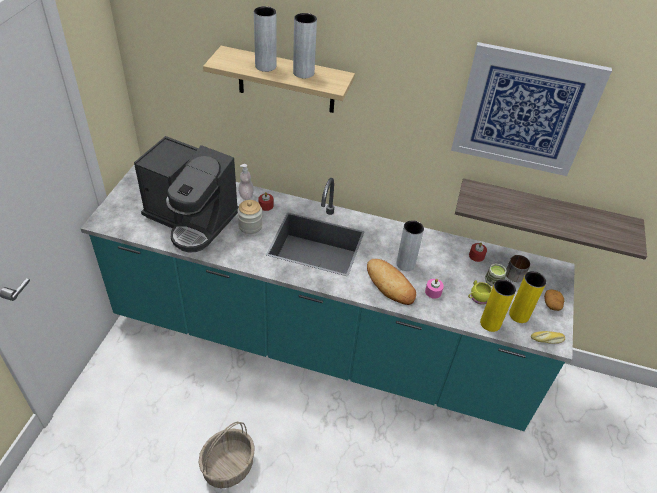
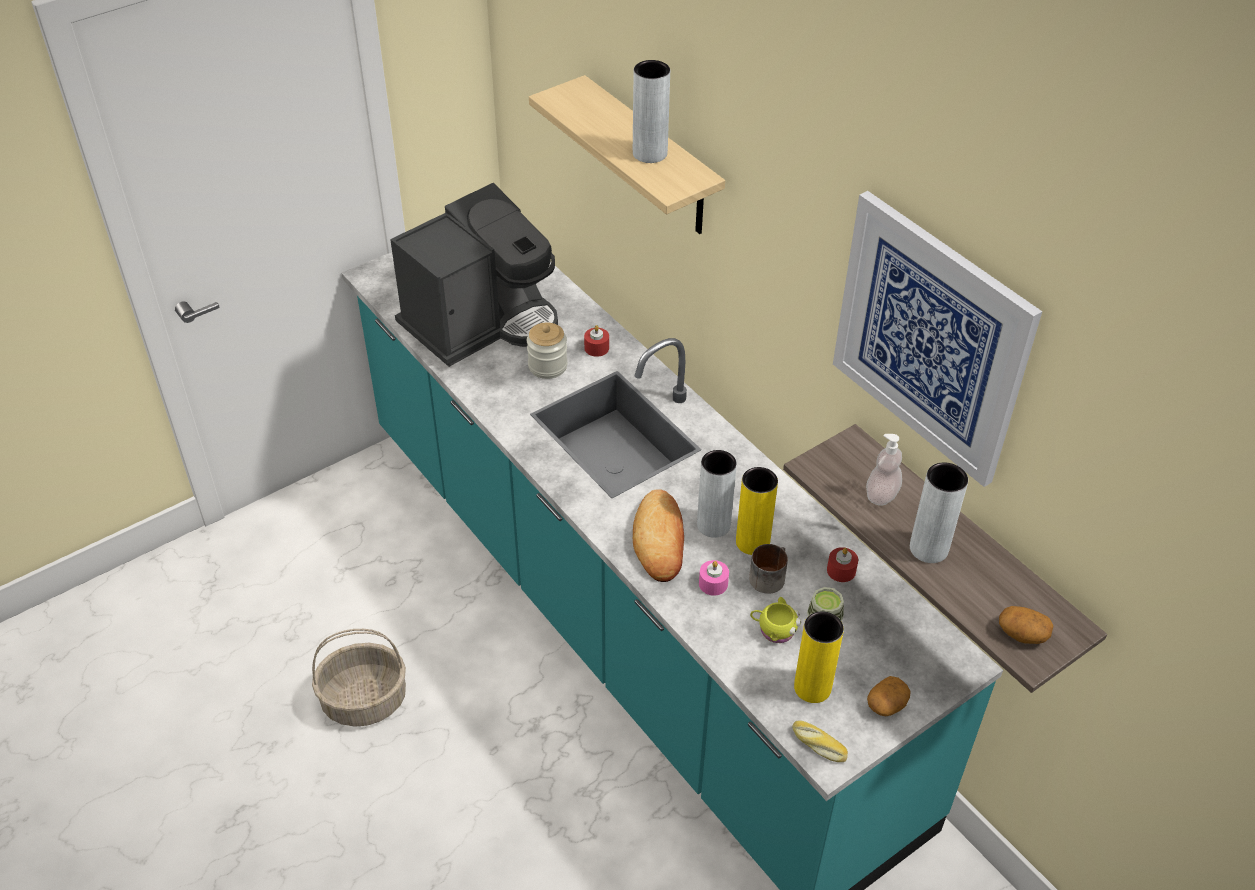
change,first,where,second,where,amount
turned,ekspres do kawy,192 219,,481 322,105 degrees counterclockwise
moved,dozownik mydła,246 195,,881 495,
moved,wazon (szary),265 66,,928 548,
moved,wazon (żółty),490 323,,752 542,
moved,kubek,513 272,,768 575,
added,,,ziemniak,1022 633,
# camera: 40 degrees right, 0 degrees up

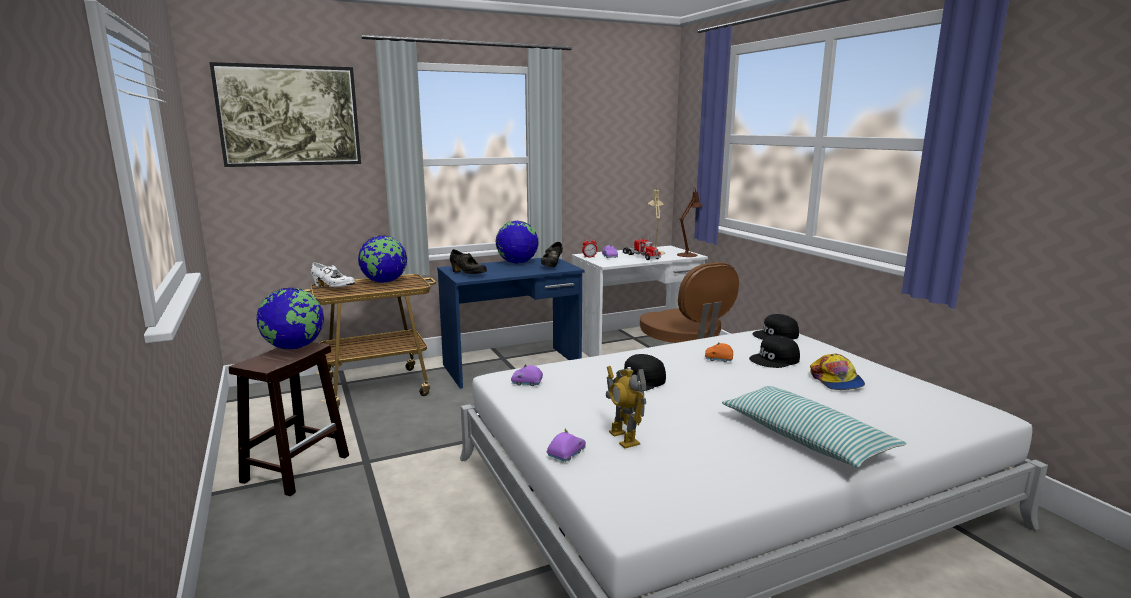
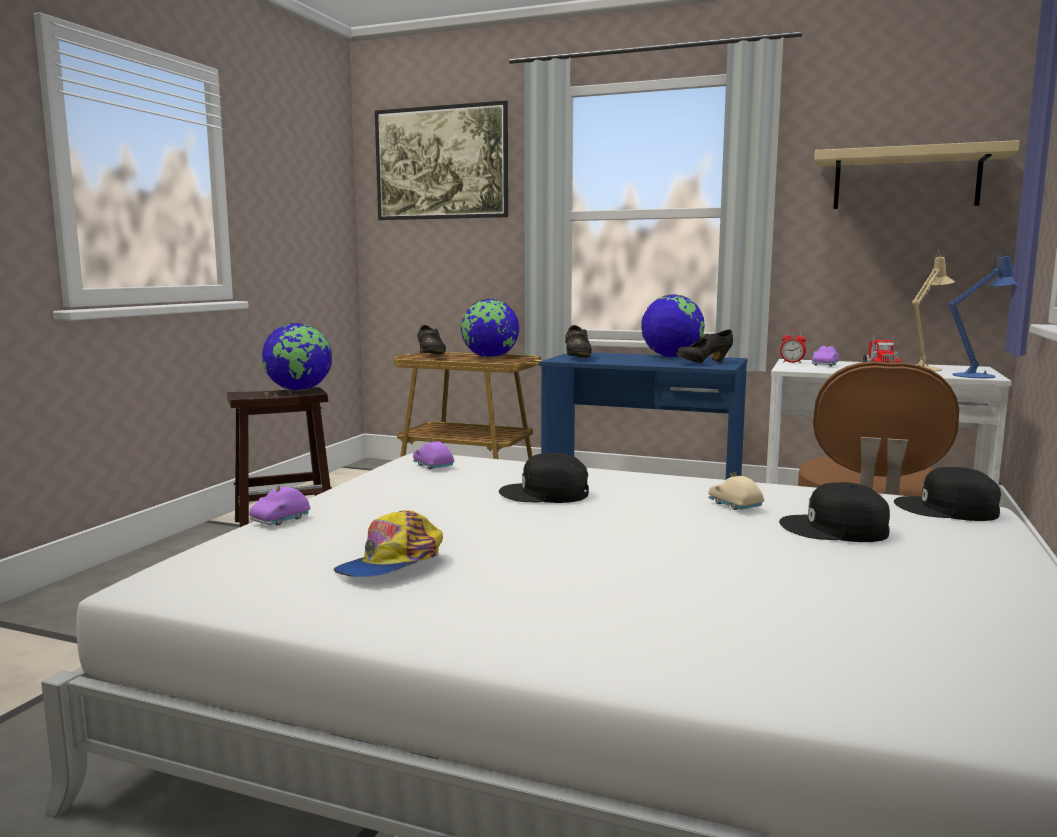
change,first,where,second,where,amount
recoloured,but (biały),333 288,but (czarny),431 355,
turned,samochodzik (fioletowy),565 453,,281 520,135 degrees clockwise
removed,robot zabawkowy,623 438,,,
recoloured,lampa stołowa (brązowy),688 254,lampa stołowa (niebieski),979 375,
recoloured,samochodzik (pomarańczowy),718 359,samochodzik (beżowy),734 505,
removed,poduszka,805 438,,,
moved,czapka z daszkiem,836 381,,391 565,
added,,,półka (beżowy),906 180,
# camera: 45 degrees right, 5 degrees down

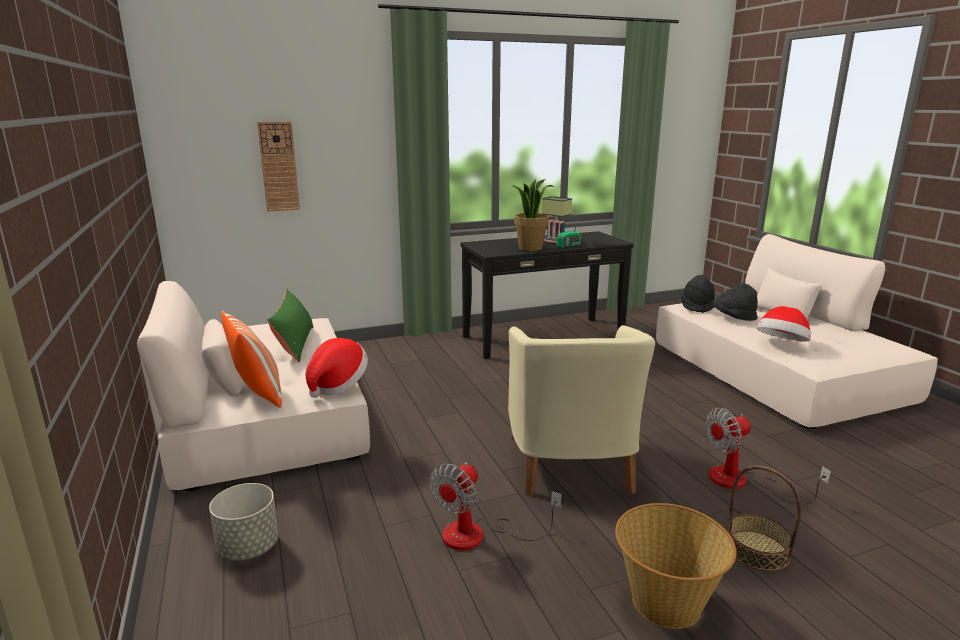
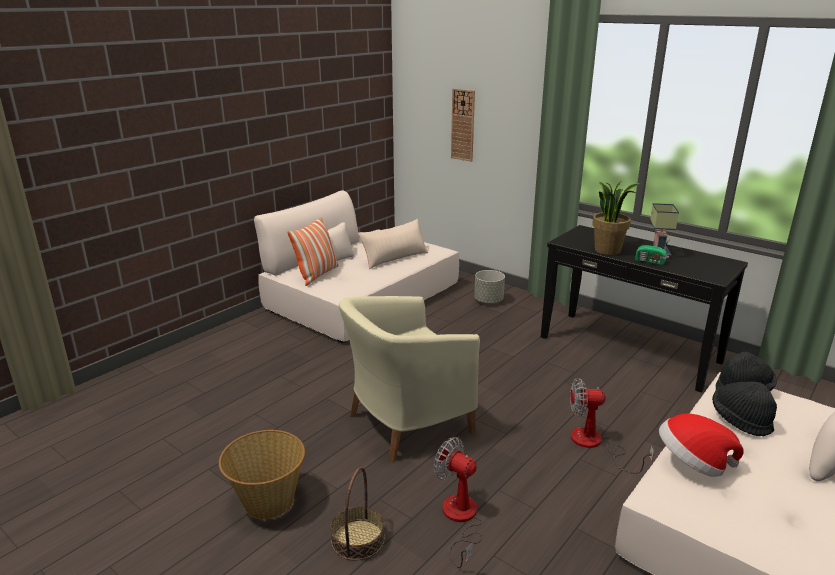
change,first,where,second,where,amount
moved,donica (szary),248 548,,488 301,
recoloured,poduszka (zielony),294 344,poduszka (beżowy),394 258,
removed,kapelusz,337 384,,,
moved,wentylator,478 535,,595 444,
# camera: 60 degrees right, 5 degrees up

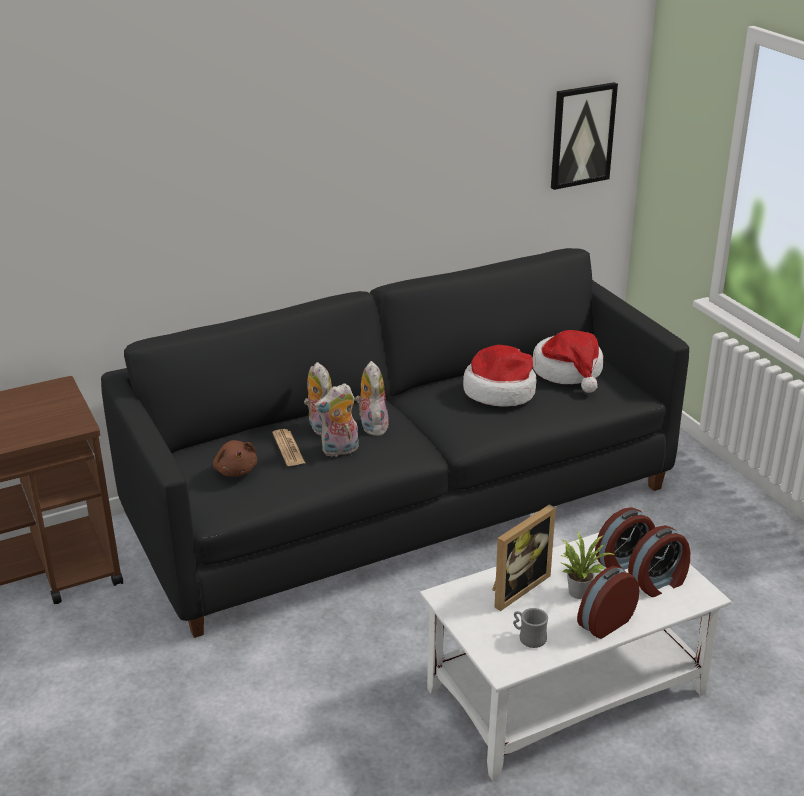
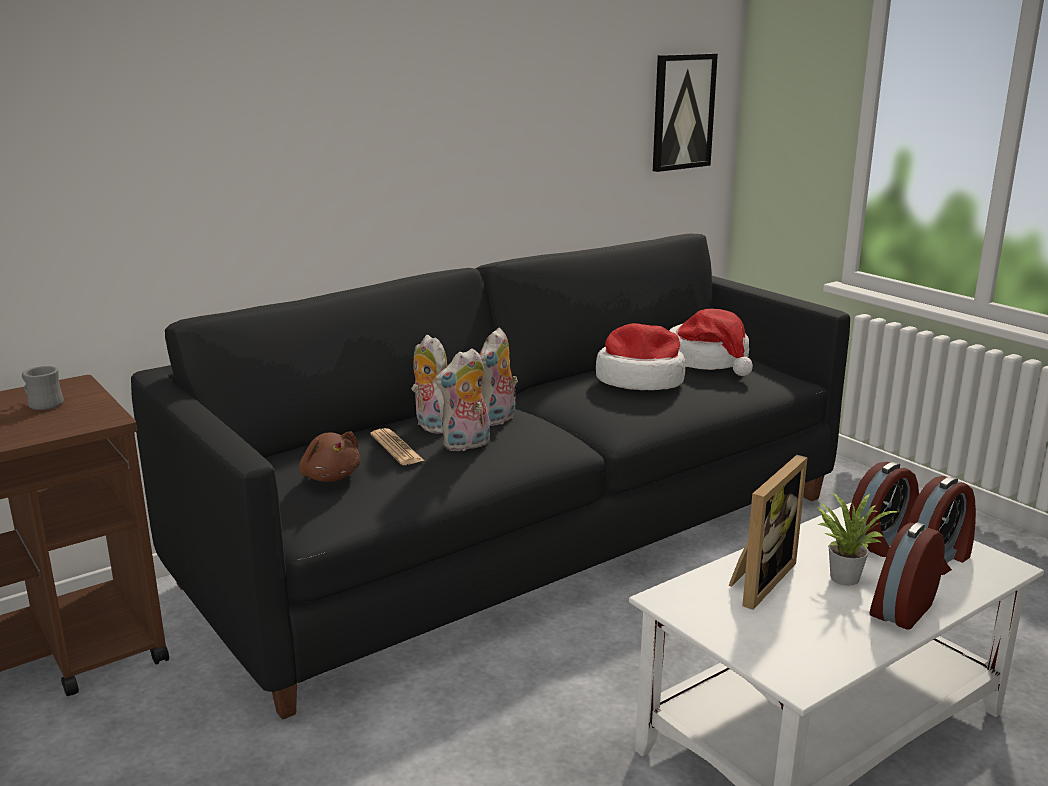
change,first,where,second,where,amount
turned,pluszak,371 426,,497 420,135 degrees counterclockwise
moved,kubek (szary),528 637,,42 404,
# camera: 10 degrees left, 10 degrees down

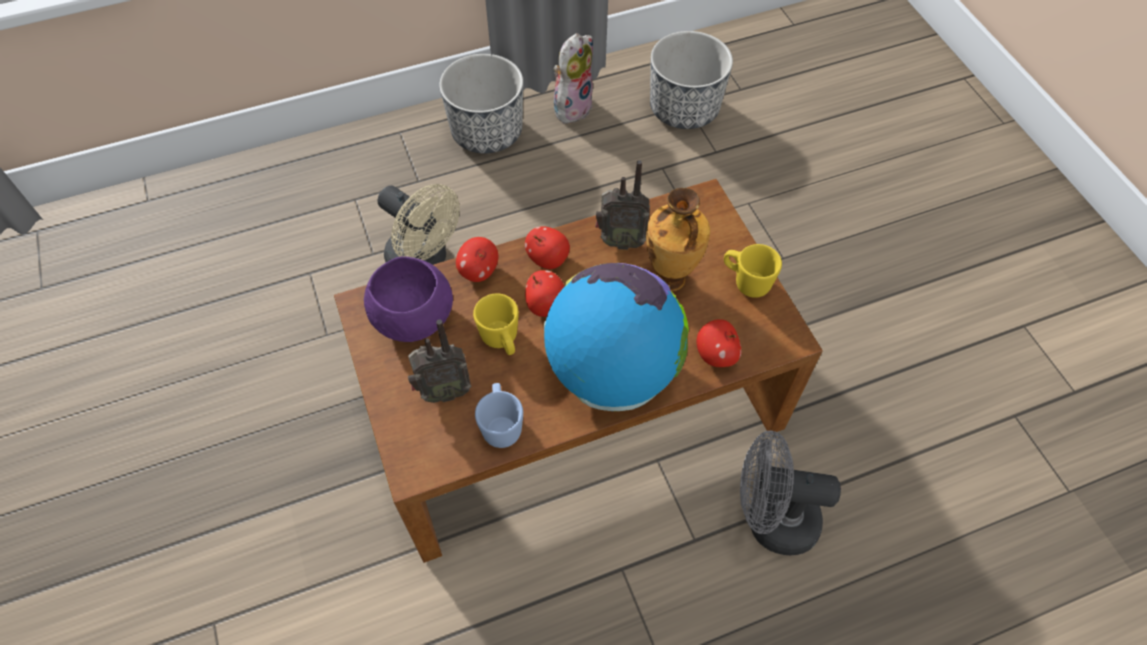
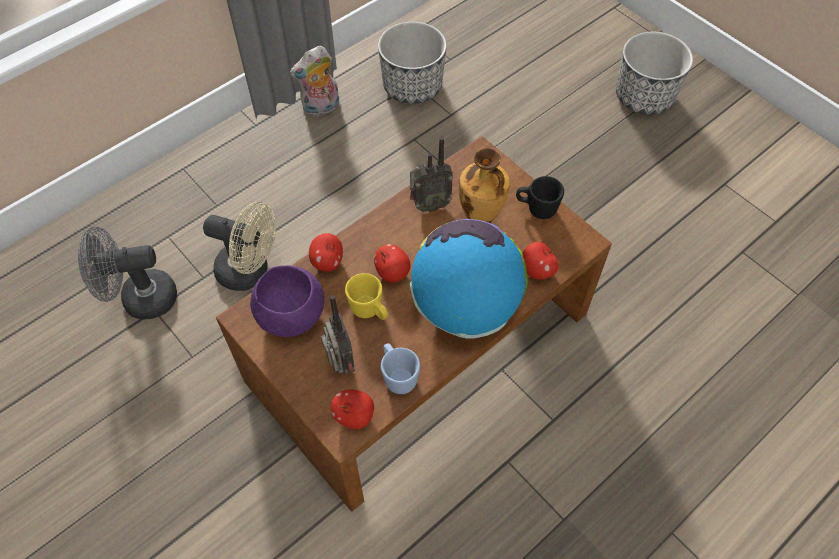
change,first,where,second,where,amount
turned,radio,443 391,,340 365,75 degrees counterclockwise
moved,donica,487 132,,644 96,
moved,jabłko,548 259,,354 416,
turned,pluszak,572 106,,321 108,135 degrees counterclockwise
recoloured,kubek (żółty),746 282,kubek (czarny),536 208,
moved,wentylator (szary),770 519,,140 299,
# camera: 20 degrees left, 0 degrees up

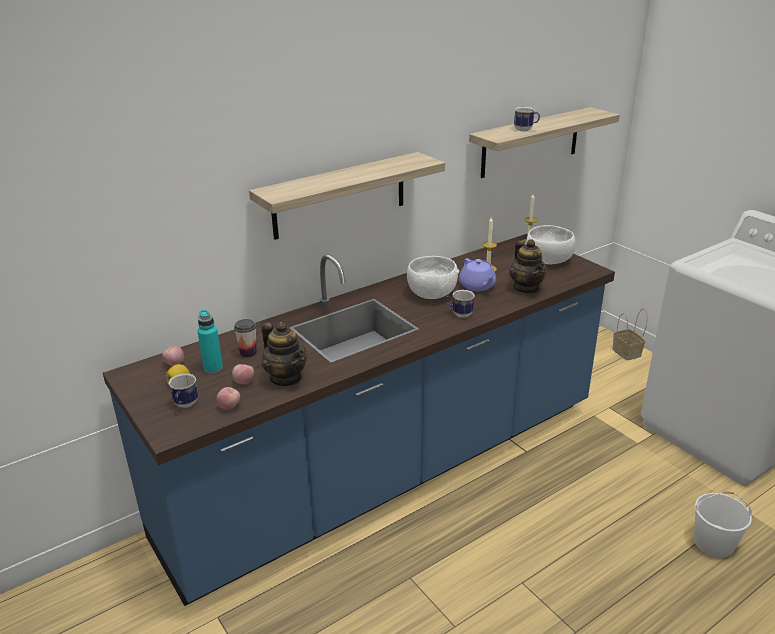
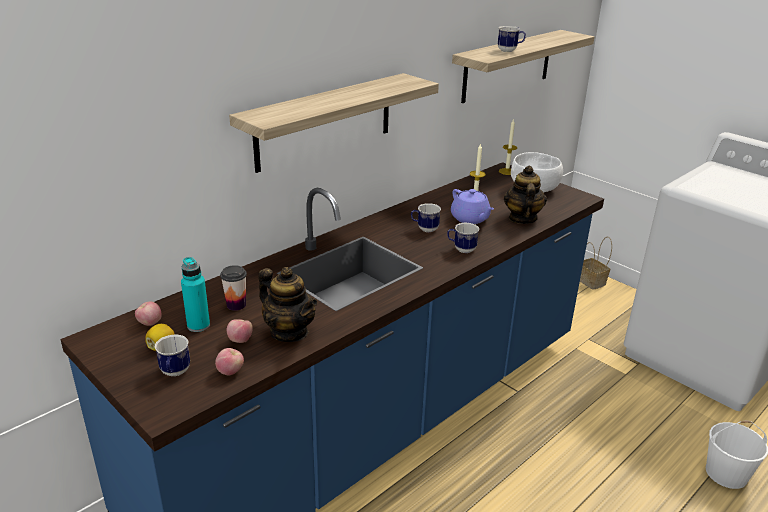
change,first,where,second,where,amount
replaced,miska (biały),431 294,kubek,424 229,
turned,imbryk,526 288,,522 218,150 degrees counterclockwise
# camera: 10 degrees left, 0 degrees up

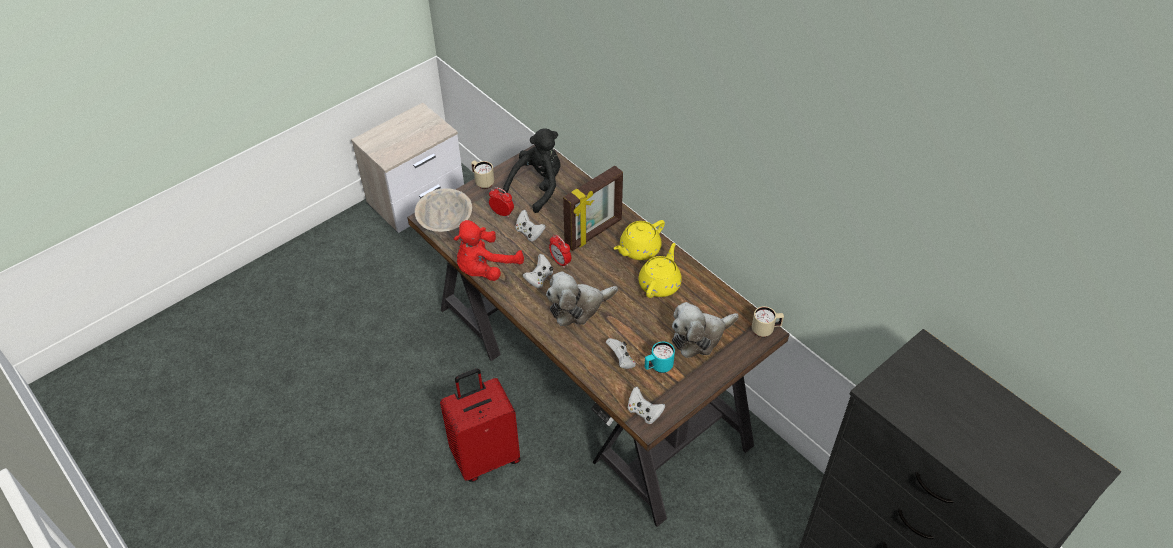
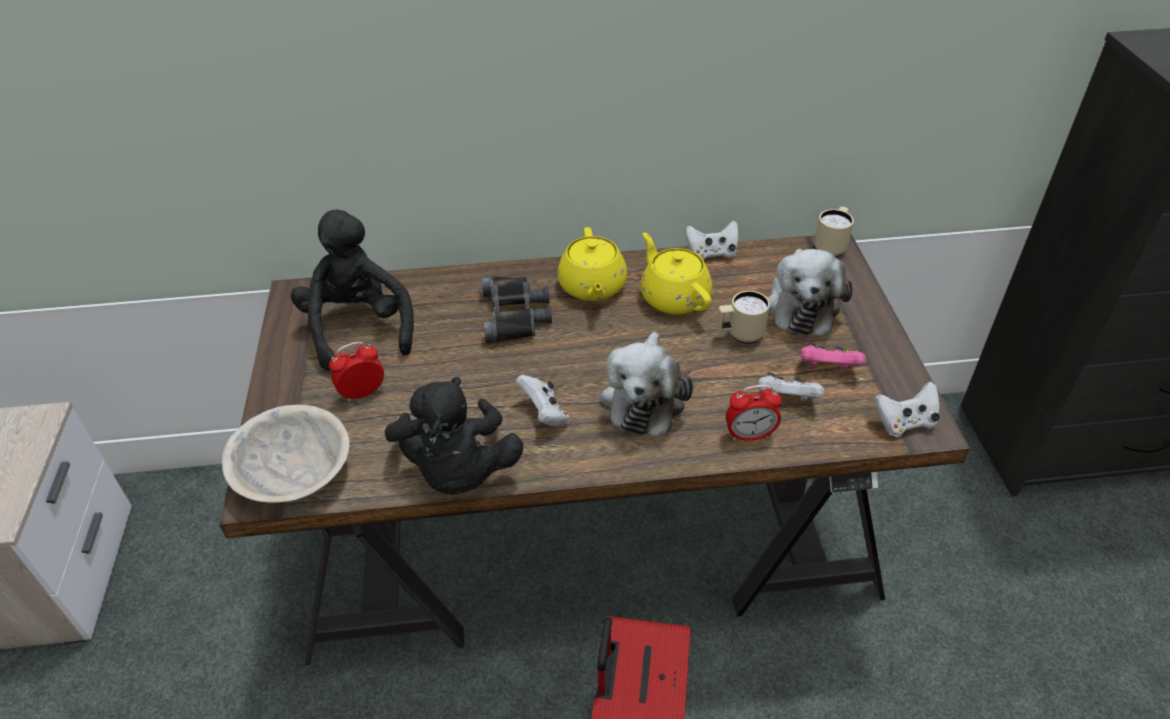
change,first,where,second,where,amount
recoloured,pluszak (czerwony),485 269,pluszak (czarny),458 471,
moved,kubek (beżowy),482 182,,739 335,
moved,pad do gier (biały),529 233,,711 253,
moved,budzik,560 261,,749 435,
replaced,ramka na zdjęcie,594 233,lornetka (czarny),516 314,
replaced,kubek (turkusowy),658 367,pad do gier (różowy),827 369,
# camera: 55 degrees left, 5 degrees down

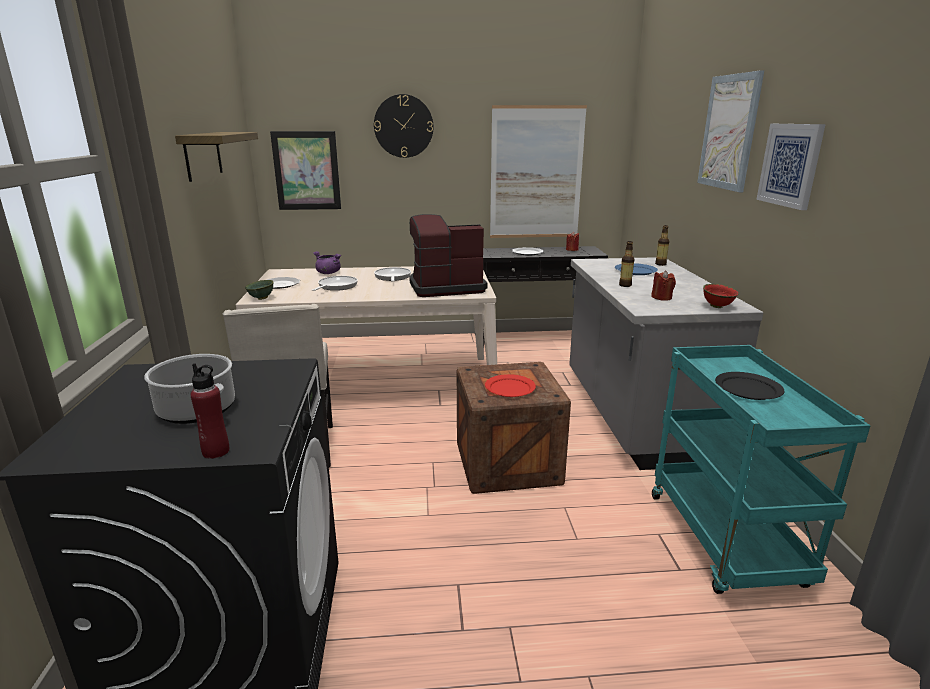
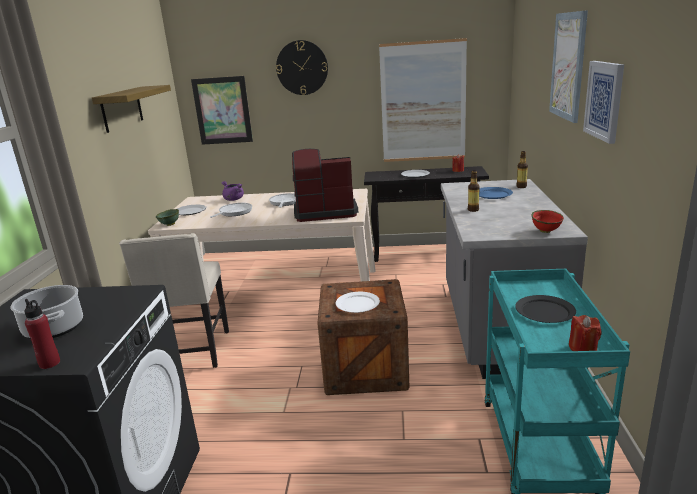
change,first,where,second,where,amount
recoloured,talerz (czerwony),510 388,talerz (biały),358 304,
moved,świeca (czerwony),661 297,,583 348,
# camera: 10 degrees right, 0 degrees up

